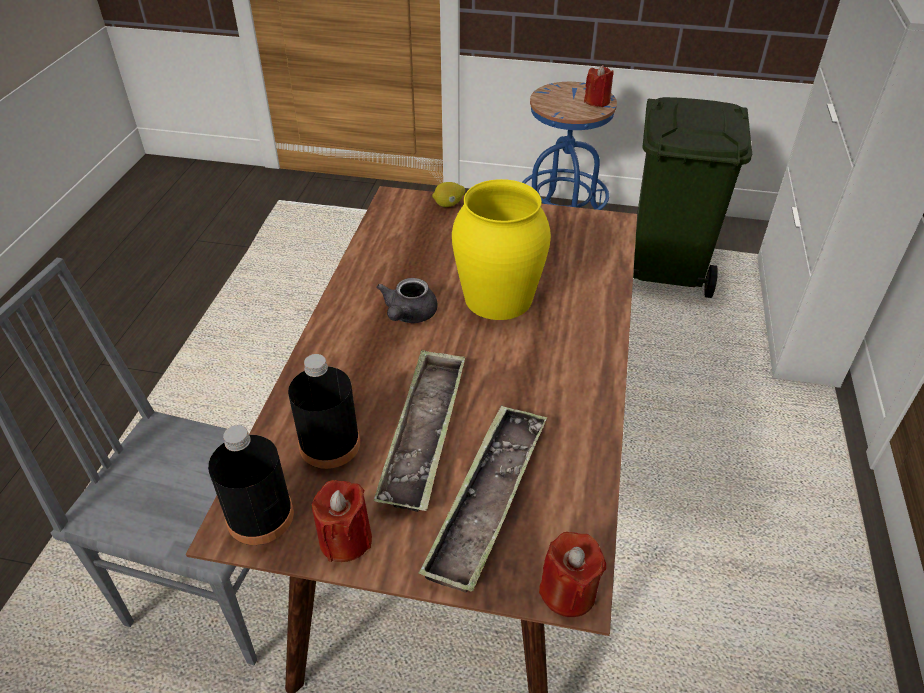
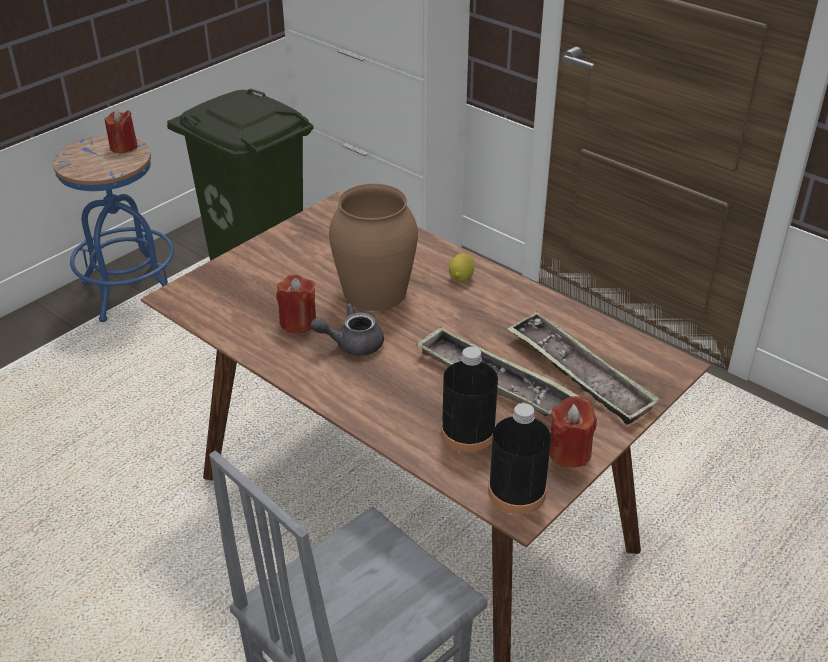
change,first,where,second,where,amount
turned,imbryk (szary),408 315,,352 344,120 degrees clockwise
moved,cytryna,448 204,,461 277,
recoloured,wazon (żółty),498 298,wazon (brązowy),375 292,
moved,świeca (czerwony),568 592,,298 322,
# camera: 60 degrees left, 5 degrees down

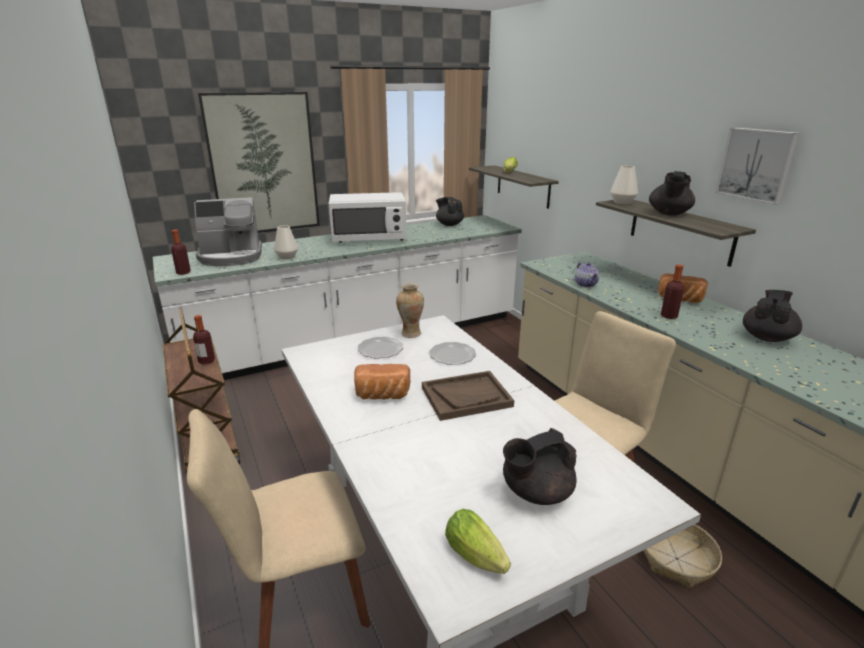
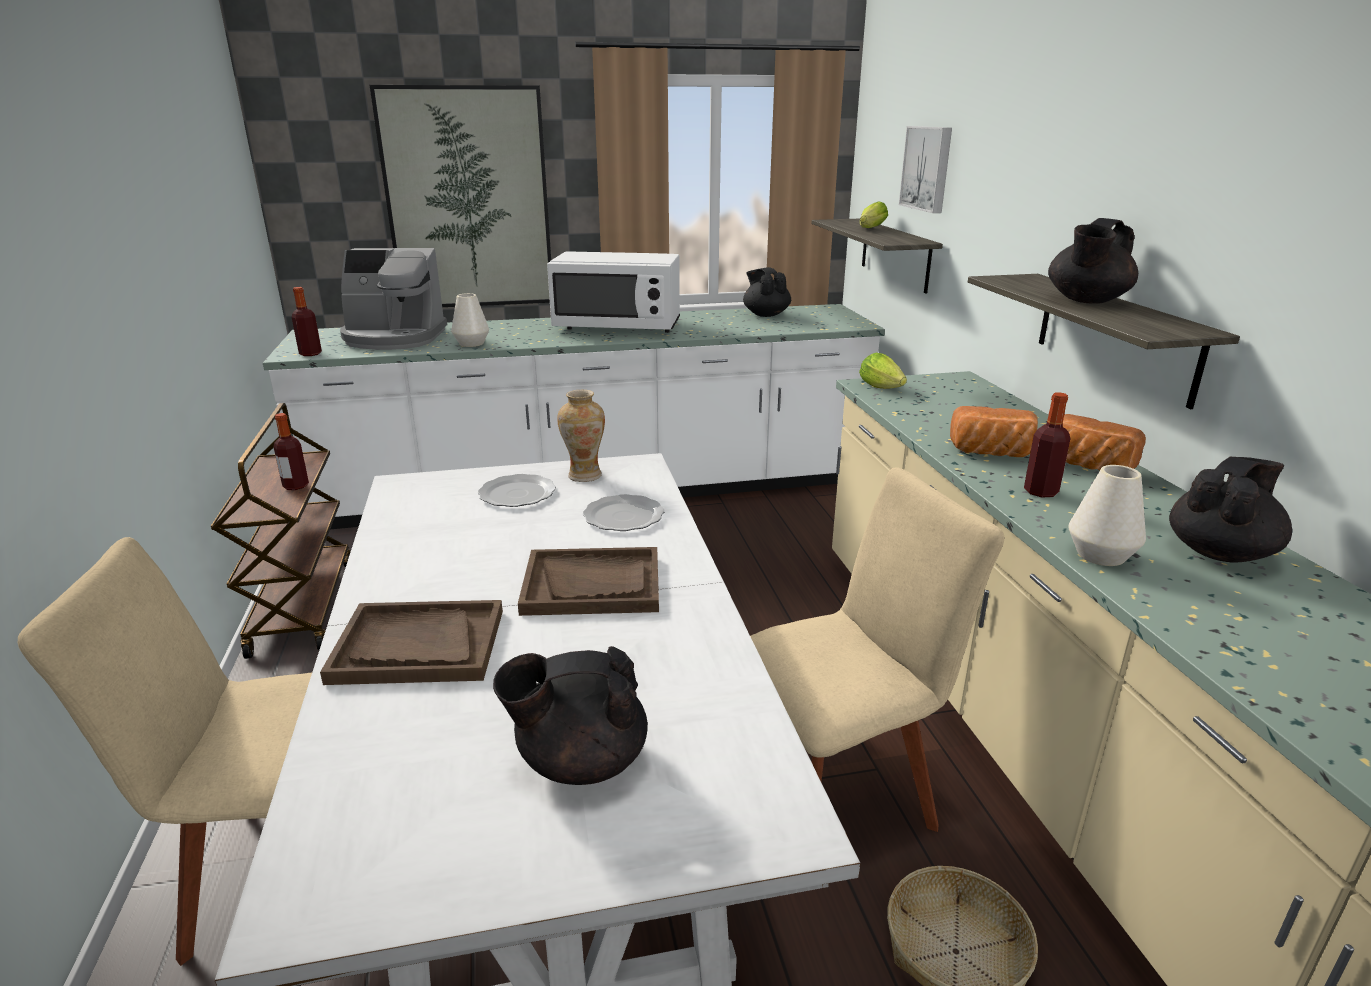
change,first,where,second,where,amount
moved,chleb,382 396,,990 453,
moved,sałata,478 557,,883 387,
removed,imbryk,585 284,,,
moved,wazon (biały),622 202,,1100 555,
moved,obraz,757 164,,928 168,
added,,,taca (brązowy),418 646,
# camera: 15 degrees right, 0 degrees up

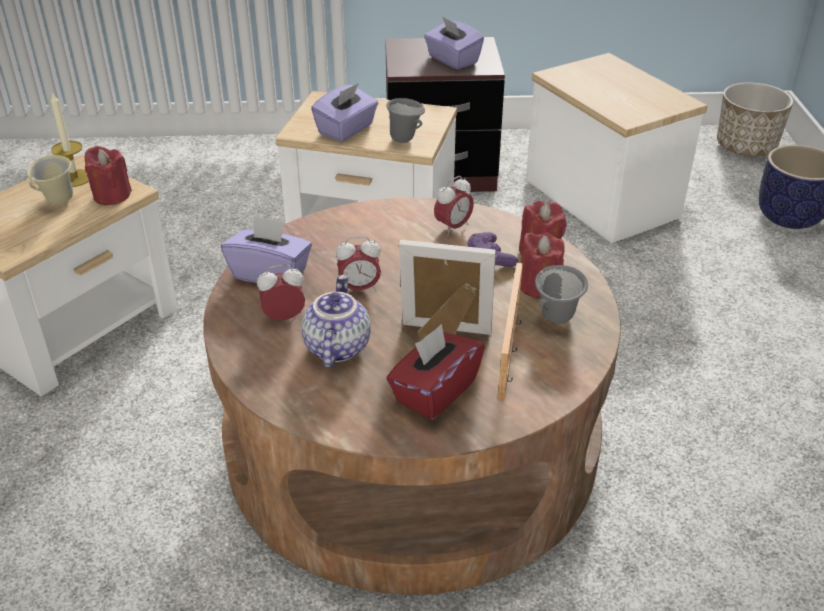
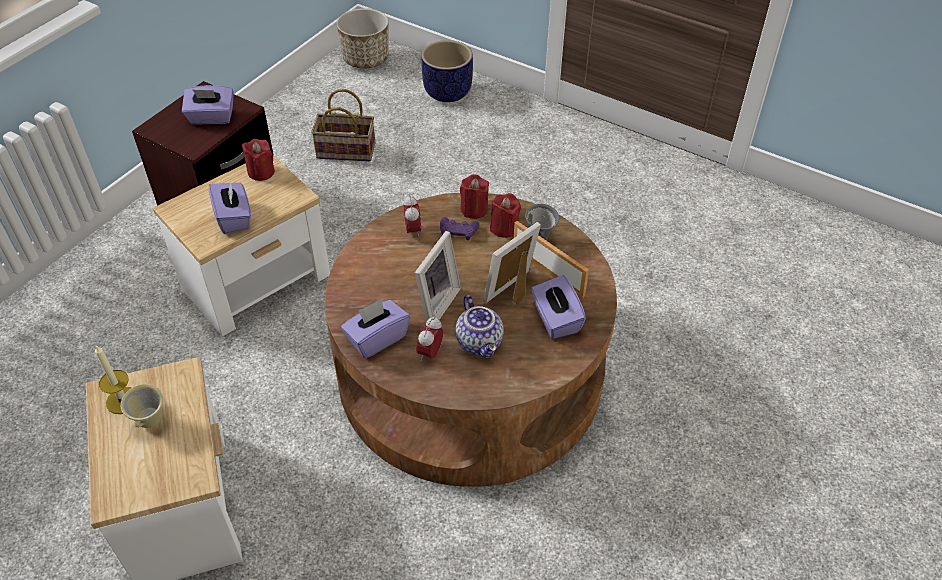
change,first,where,second,where,amount
moved,świeca (czerwony),112 195,,261 172,
turned,imbryk,335 347,,480 342,150 degrees counterclockwise
replaced,budzik,359 289,ramka na zdjęcie,434 304,
removed,kubek (szary),405 140,,,
recoloured,pudełko chusteczek (czerwony),434 392,pudełko chusteczek (fioletowy),555 319,
replaced,stolik,602 199,koszyk,344 151,
# camera: 55 degrees left, 10 degrees up

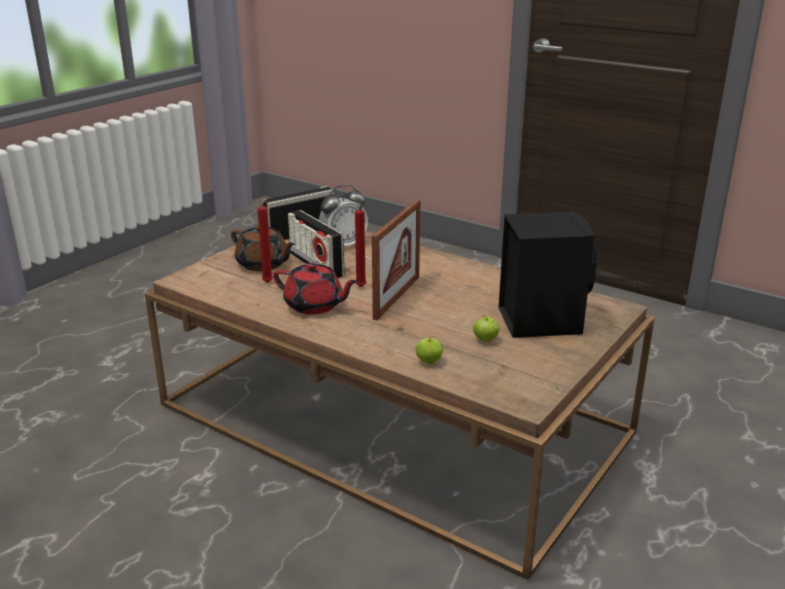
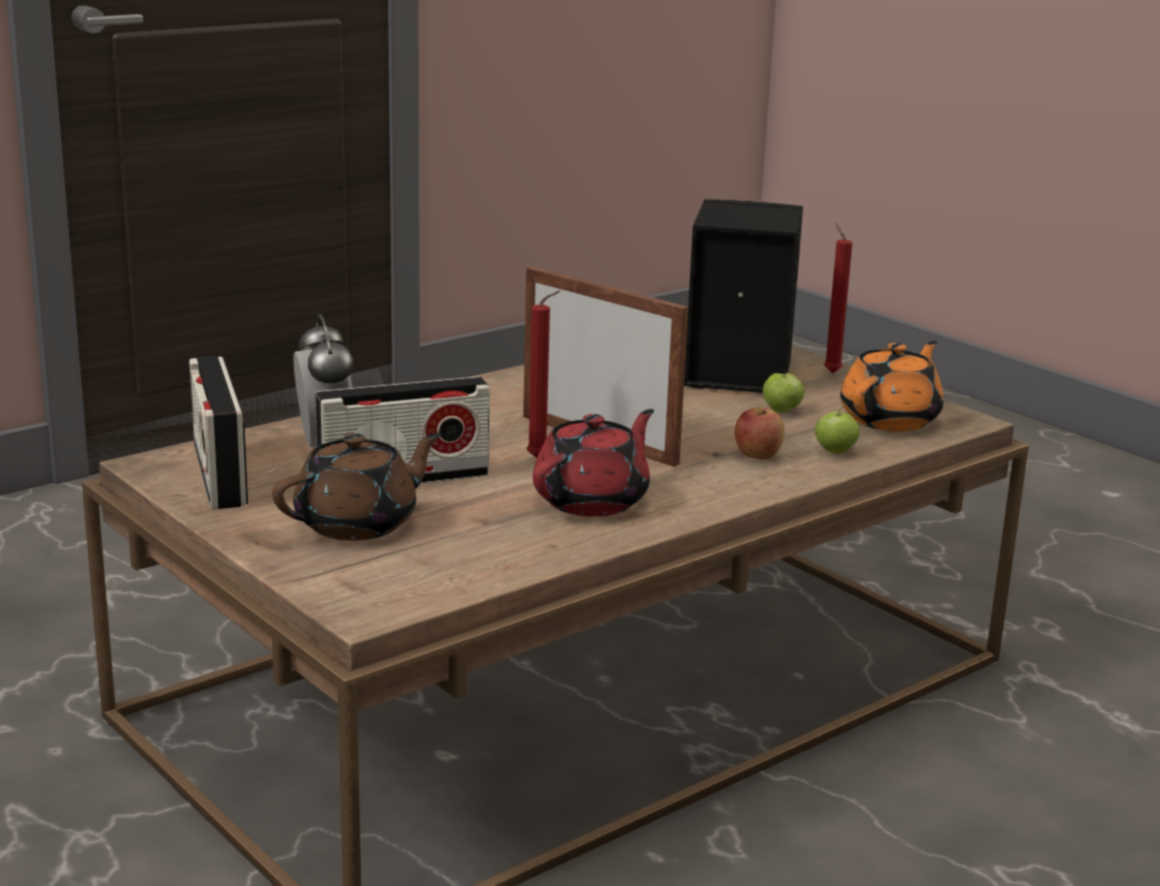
change,first,where,second,where,amount
moved,świeca (czerwony),269 282,,830 372,
added,,,jabłko,757 456,
added,,,imbryk (pomarańczowy),891 419,
# camera: 75 degrees left, 5 degrees down

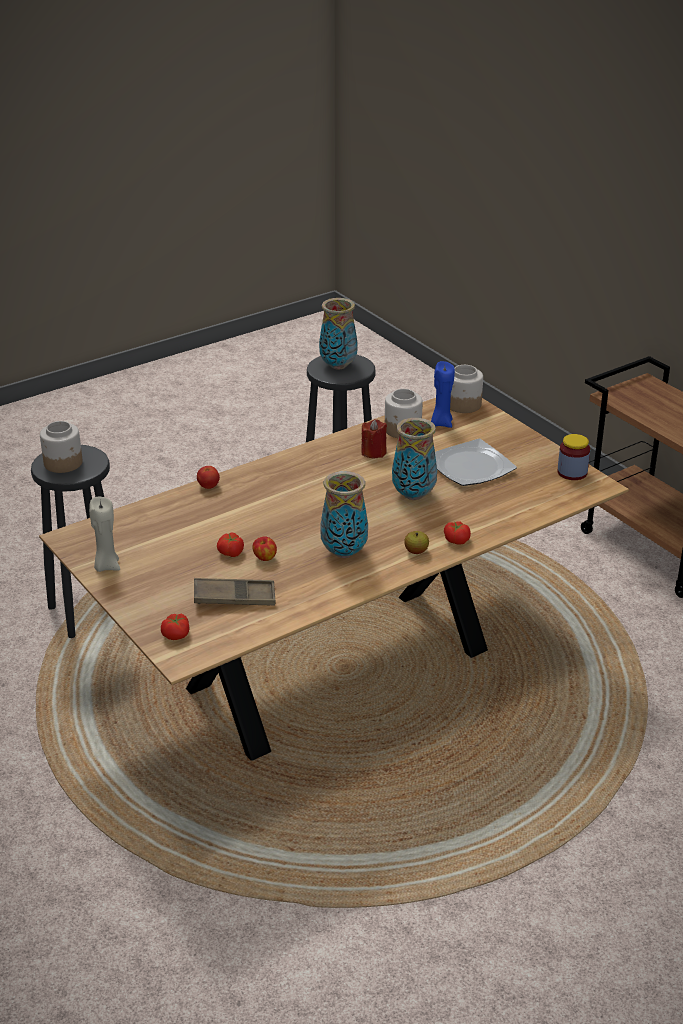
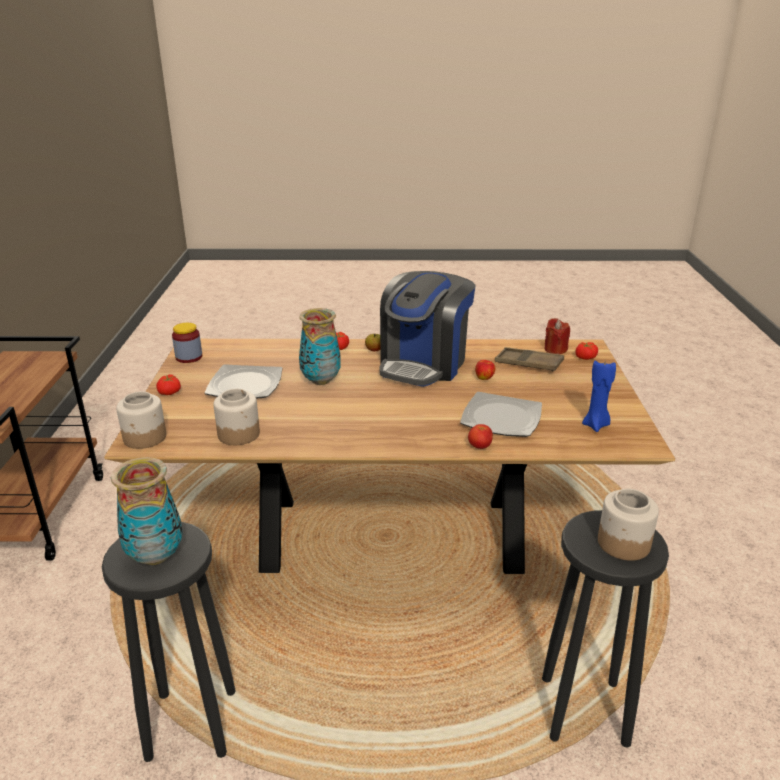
change,first,where,second,where,amount
removed,świeca (beżowy),106 566,,,
moved,pomidor,230 552,,170 392,
replaced,wazon,343 552,ekspres do kawy,424 364,
moved,świeca (czerwony),373 452,,555 349,
moved,świeca (niebieski),441 423,,596 425,
added,,,talerz,502 418,
# camera: 145 degrees left, 5 degrees down

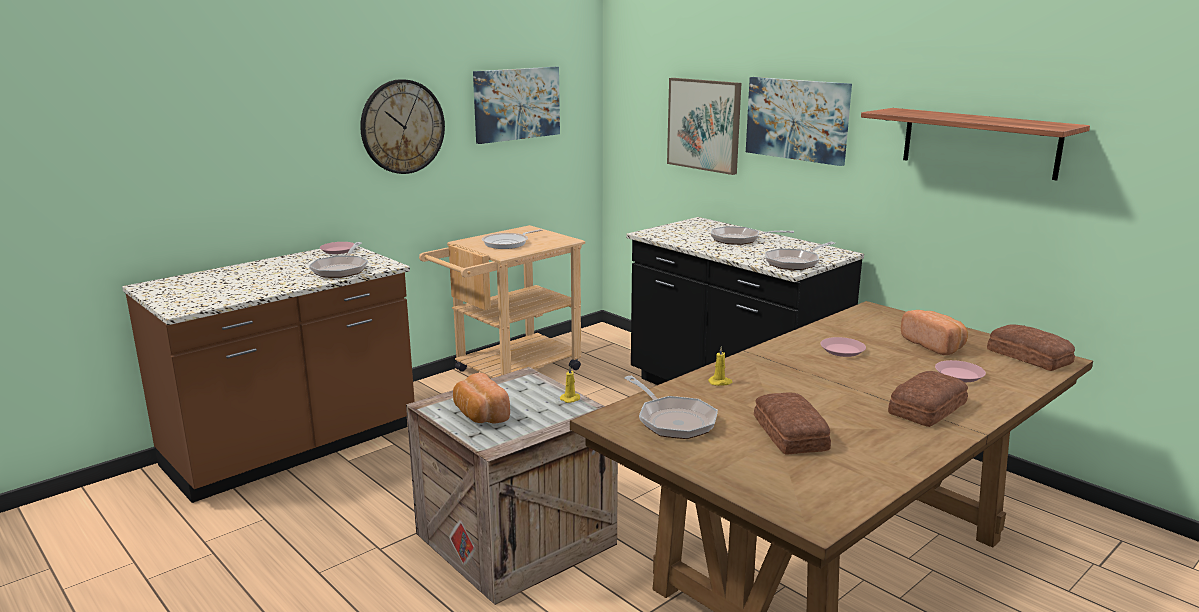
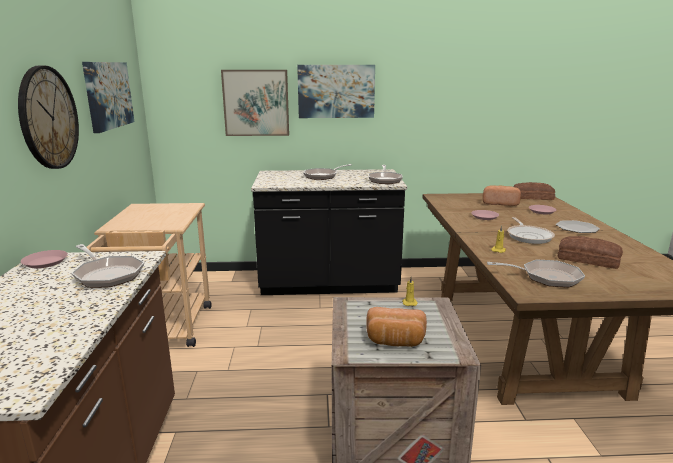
change,first,where,second,where,amount
moved,patelnia,508 243,,529 236,
removed,półka,979 142,,,
replaced,chleb,925 408,talerz,577 228,
# camera: 50 degrees left, 0 degrees up

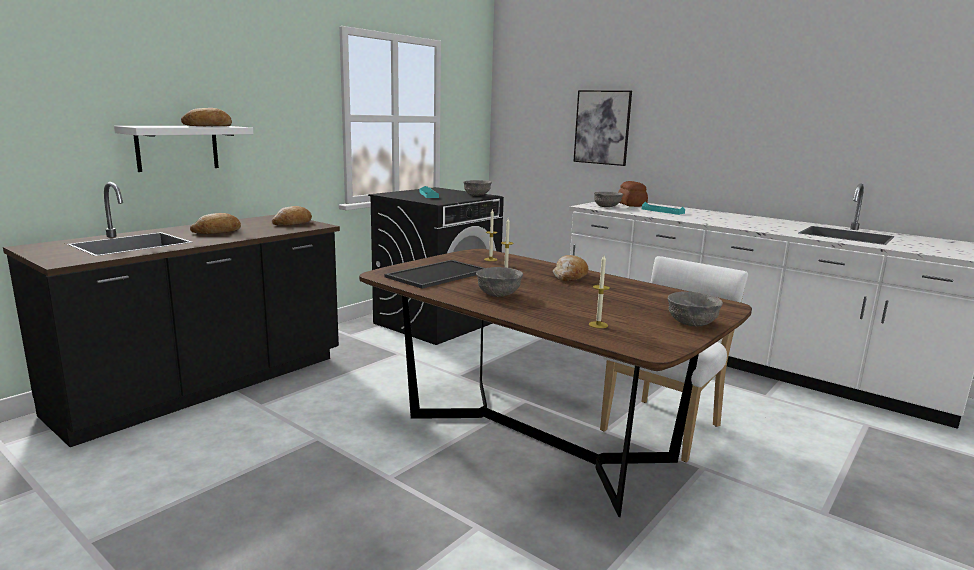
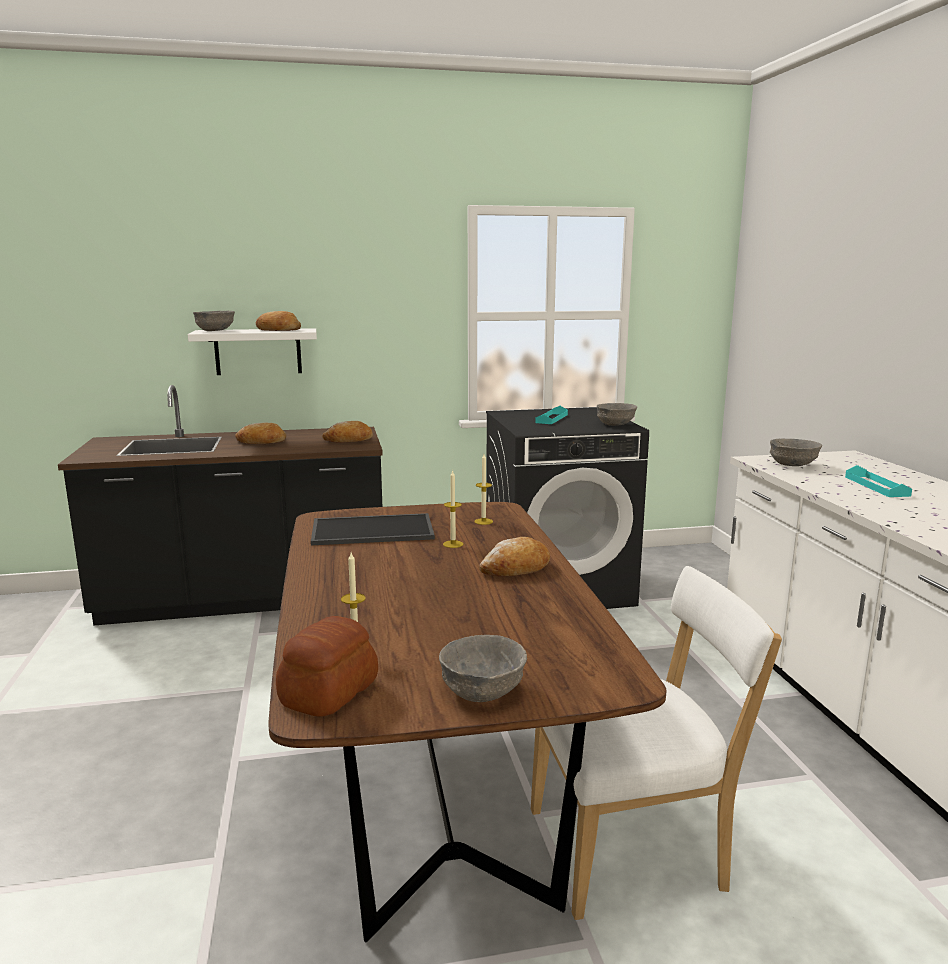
change,first,where,second,where,amount
moved,miska (szary),499 294,,215 331,
removed,obraz,602 127,,,
moved,chleb,631 204,,327 693,
# camera: 40 degrees right, 0 degrees up

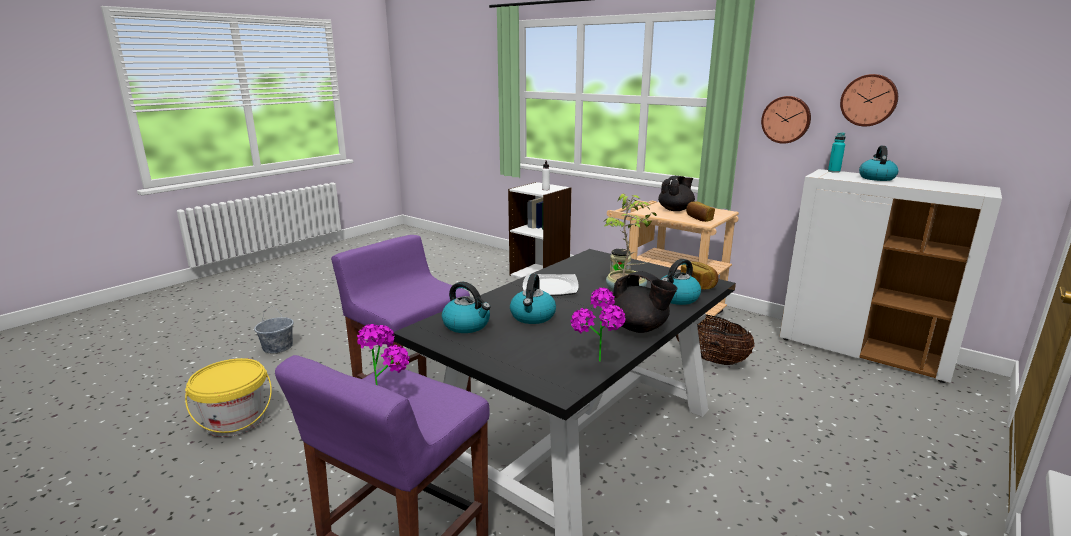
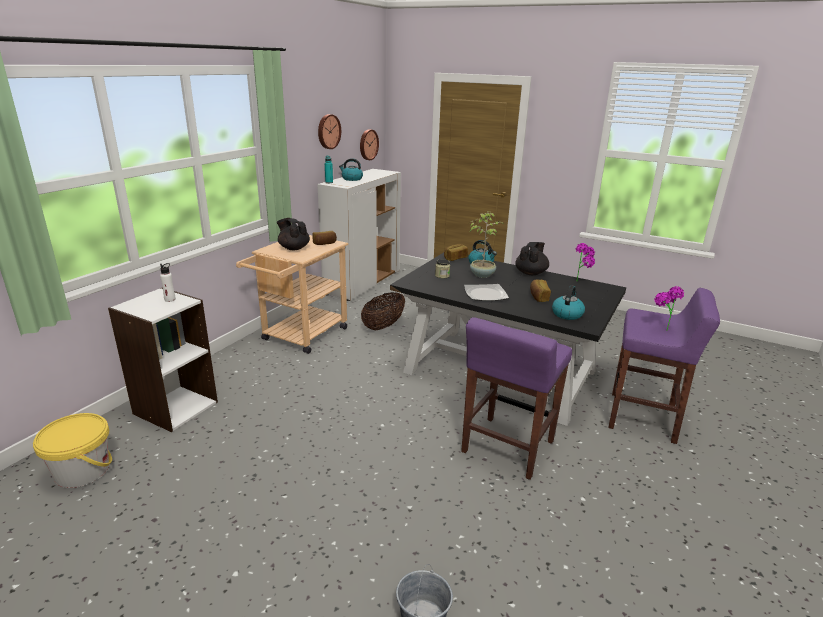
change,first,where,second,where,amount
moved,wiadro (żółty),235 421,,82 471,
replaced,czajnik,533 317,chleb,538 297,
moved,zegar ścienny,786 119,,368 144,
# camera: 100 degrees left, 5 degrees up

